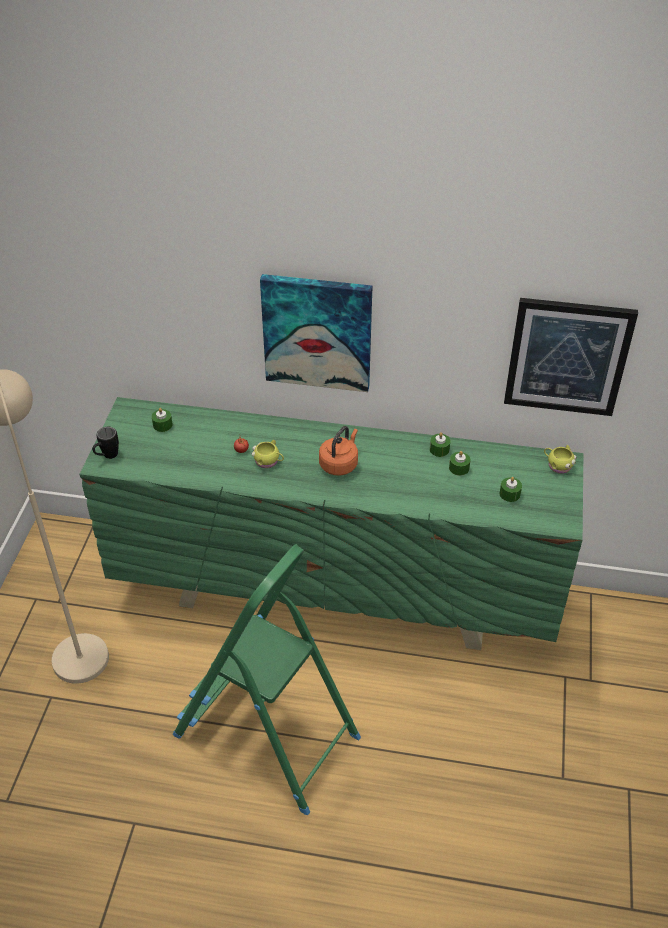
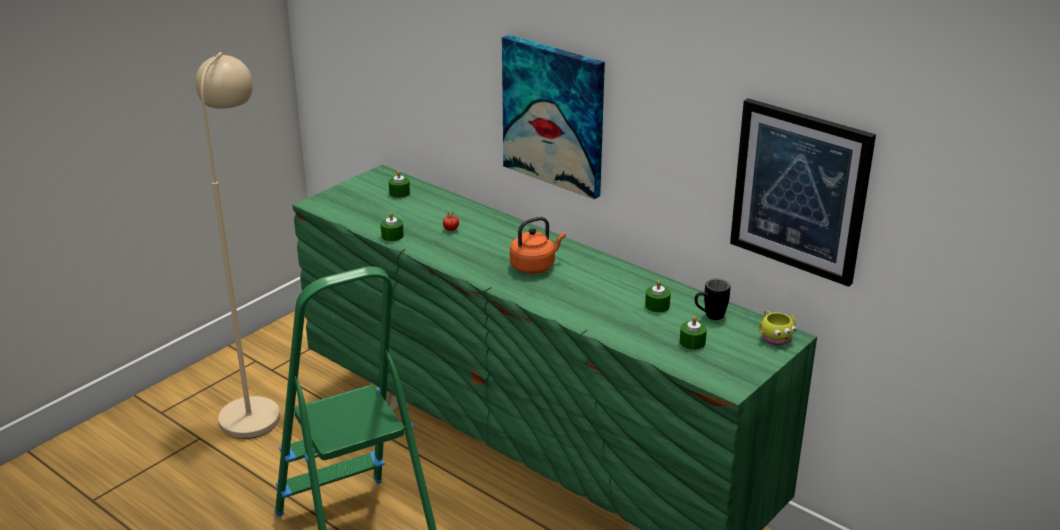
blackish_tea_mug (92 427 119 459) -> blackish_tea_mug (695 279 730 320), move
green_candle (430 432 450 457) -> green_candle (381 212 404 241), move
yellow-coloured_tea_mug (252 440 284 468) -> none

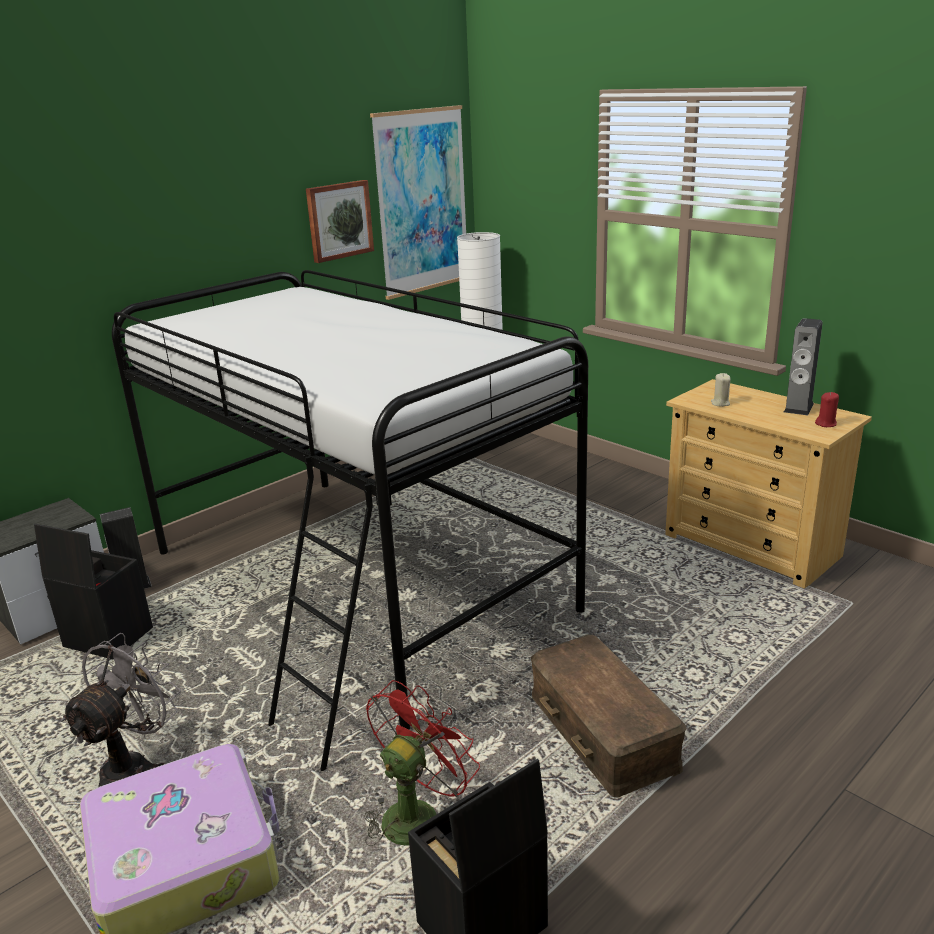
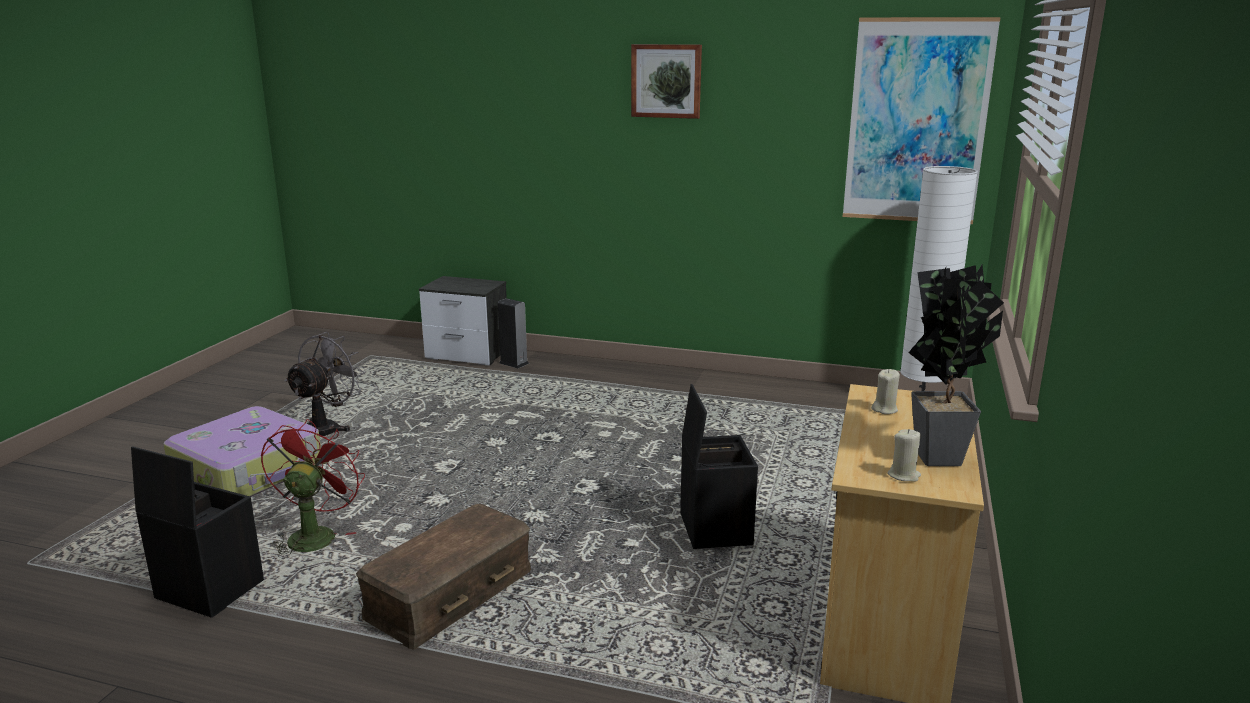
picture (306 180 374 263) -> picture (631 44 702 119), move
blackish_bedroom_bed (112 270 588 771) -> none
speaker (784 318 823 416) -> houseplant (908 265 1004 466)
red-coloured_candle (815 392 839 427) -> beige_candle (887 429 921 482)
blackish_storage_box (34 524 153 660) -> blackish_storage_box (680 384 758 549), move
greyish_cooling_fan (61 633 181 787) -> greyish_cooling_fan (284 332 365 437), 60 degrees counterclockwise
red-coloured_cooling_fan (365 680 480 846) -> red-coloured_cooling_fan (261 419 365 558), 90 degrees counterclockwise

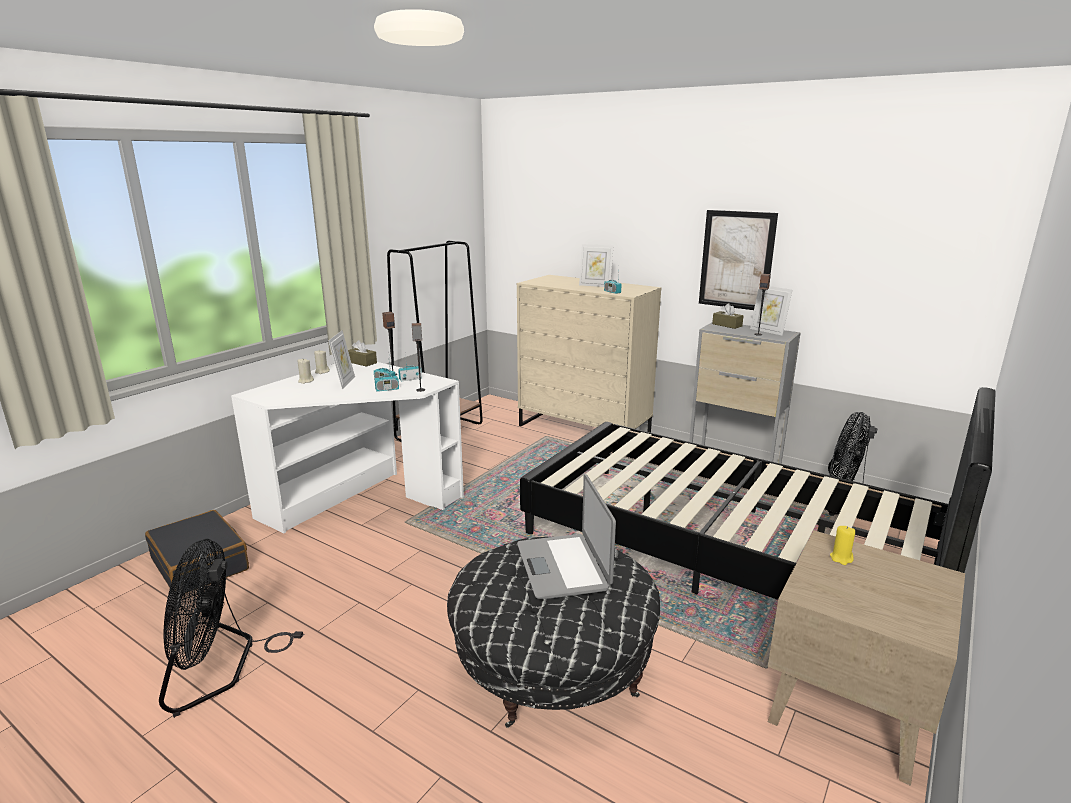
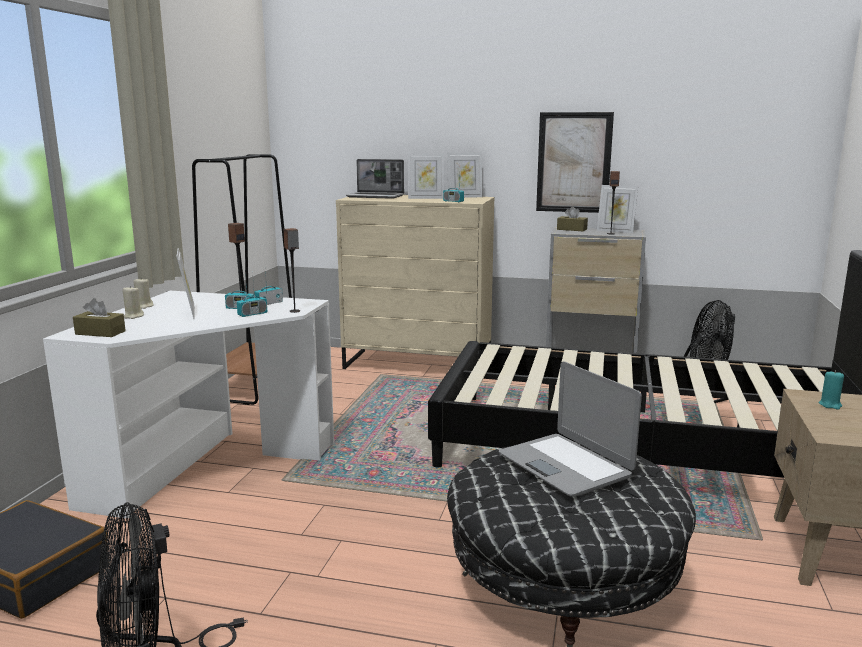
brown_tissue_box (348 340 377 367) -> brown_tissue_box (73 298 126 337), move
yellow-coloured_candle (830 526 855 565) -> turquoise-coloured_candle (819 370 844 409)
none -> picture_frame (447 153 483 198)
none -> laptop (346 159 404 199)

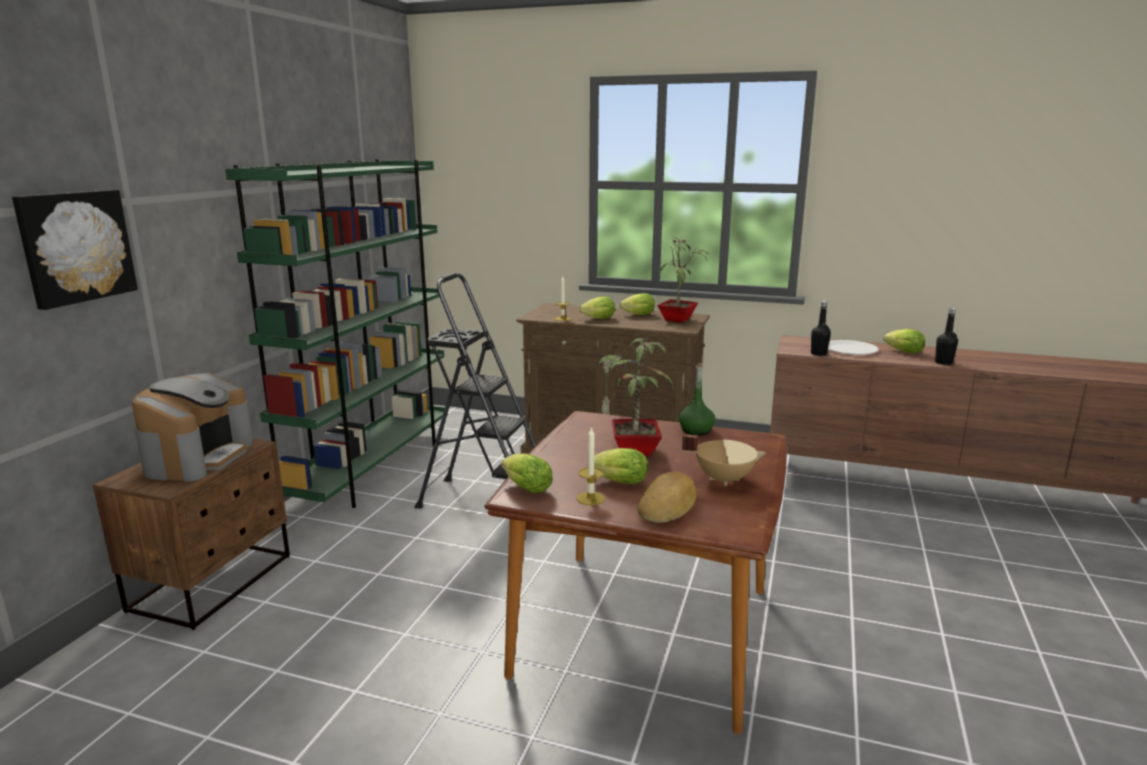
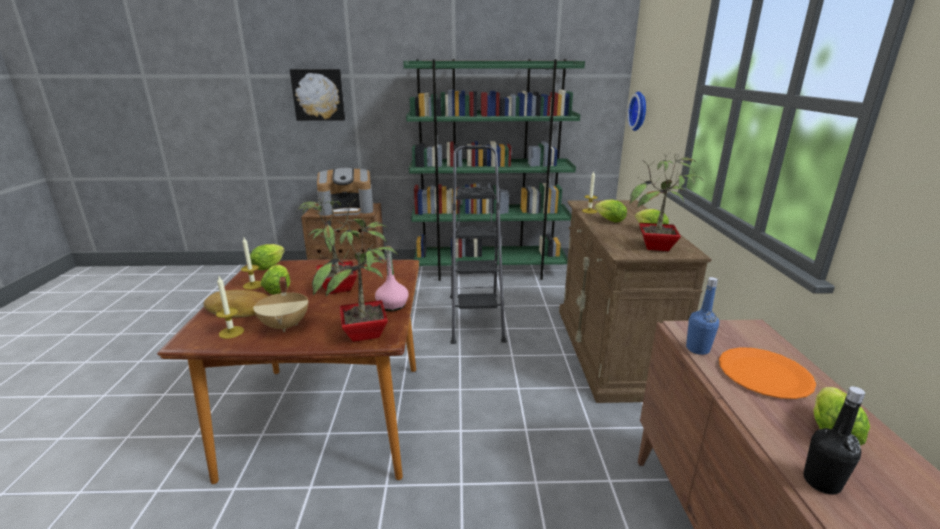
blackish_beverage_bottle (810 301 831 356) -> bluish_beverage_bottle (686 277 719 355)
white_dinner_plate (828 340 879 355) -> orangey_dinner_plate (719 347 816 399)
green_beverage_bottle (678 363 715 435) -> pink_beverage_bottle (375 246 408 311)
none -> hanging_clock (627 92 646 131)
none -> houseplant (312 217 398 342)
none -> candle (216 276 244 339)

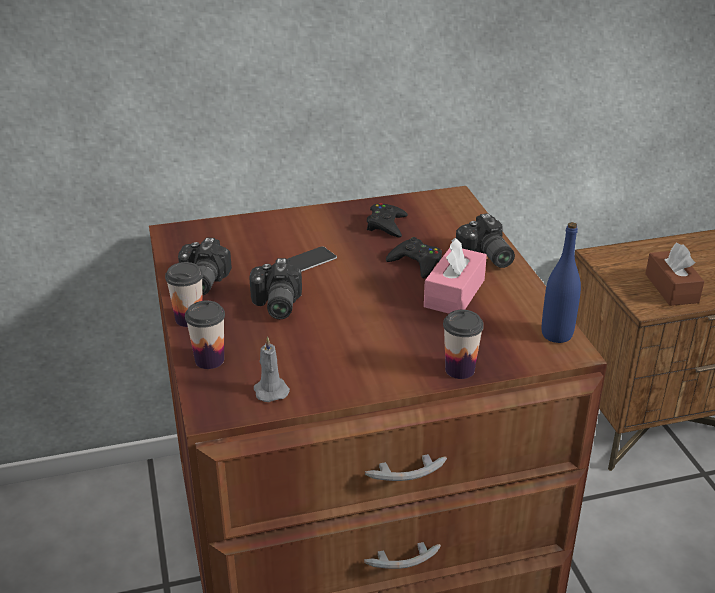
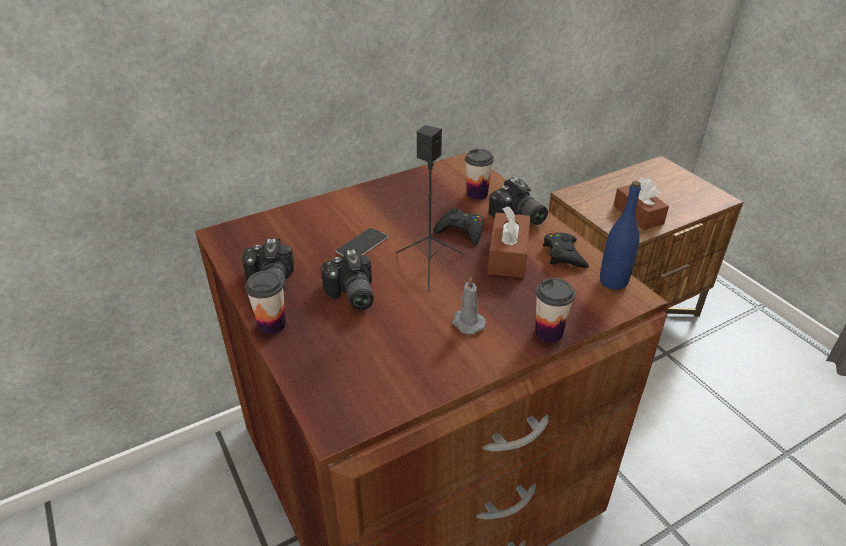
blackish_gamepad (367 203 408 237) -> blackish_gamepad (543 232 589 268), move
pink_tissue_box (424 238 487 314) -> brown_tissue_box (487 207 530 278)
cup (185 301 225 369) -> cup (465 149 494 200), move
greyish_candle (254 336 290 402) -> greyish_candle (452 276 486 334), move
none -> blackish_speaker (396 125 465 292)

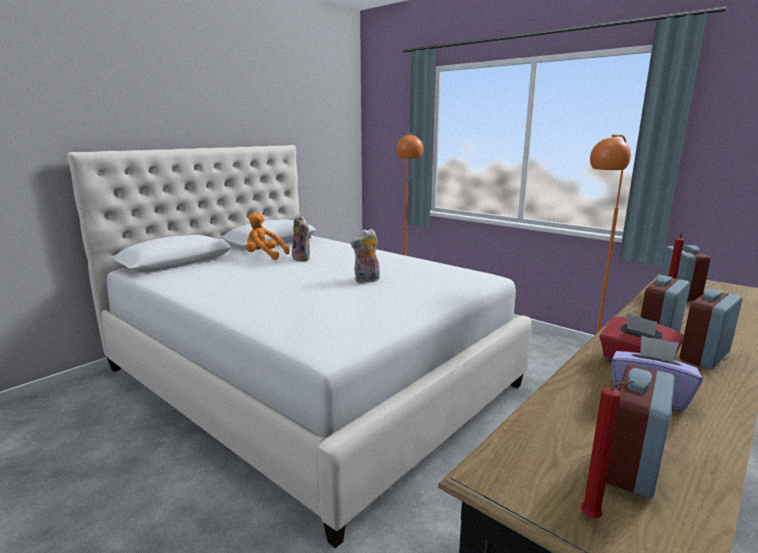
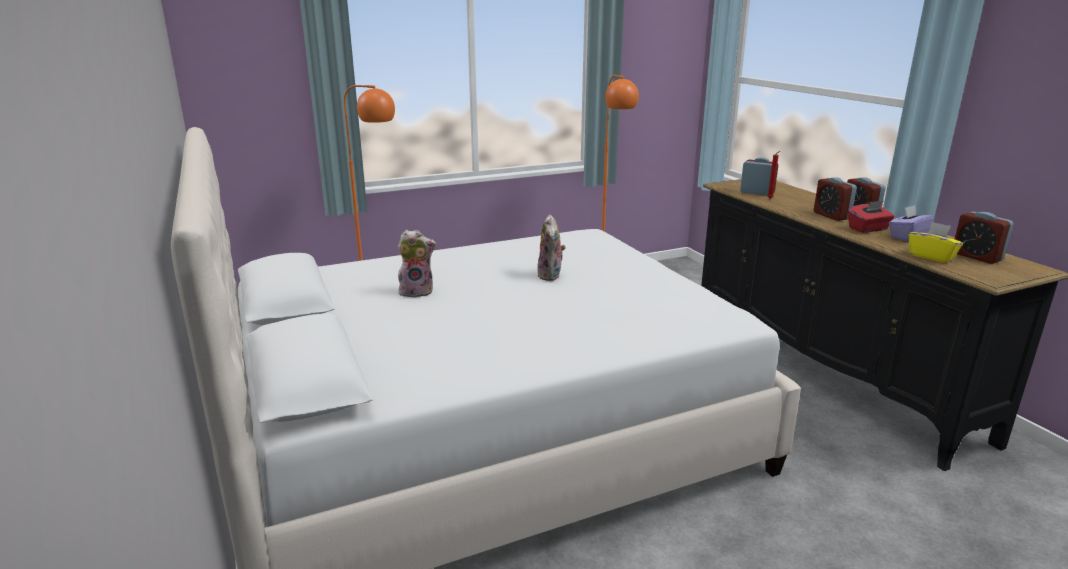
orangey_cuddly_toy (246 212 290 260) -> none
red-coloured_candle (581 381 634 518) -> none
none -> yellow-coloured_tissue_box (909 222 963 263)

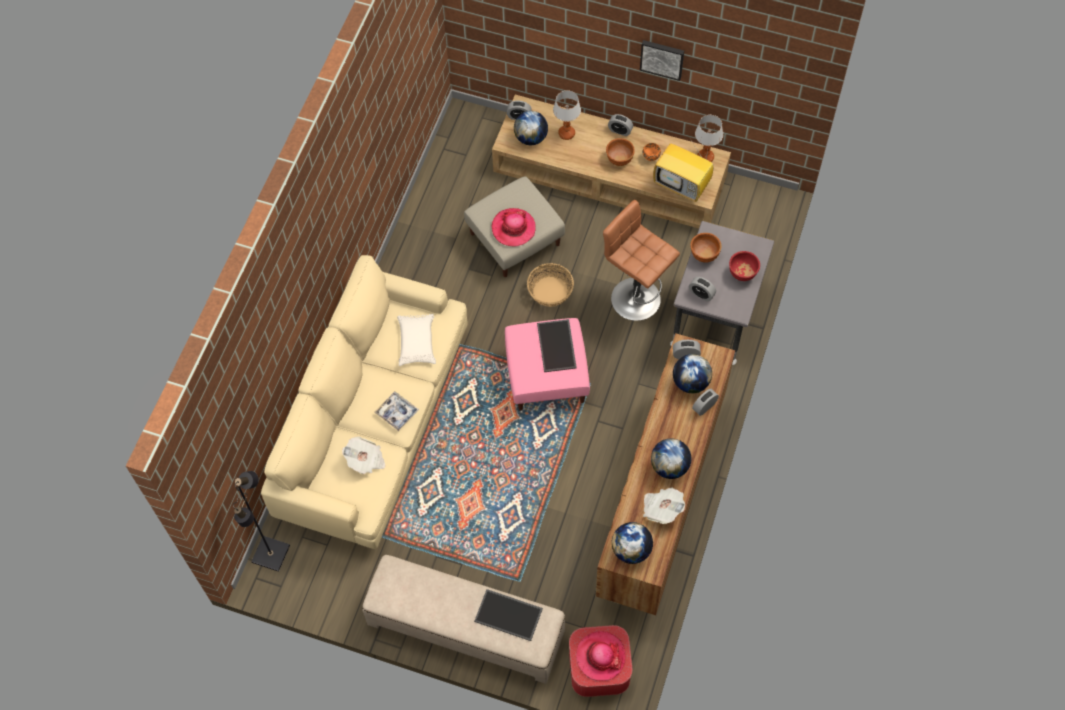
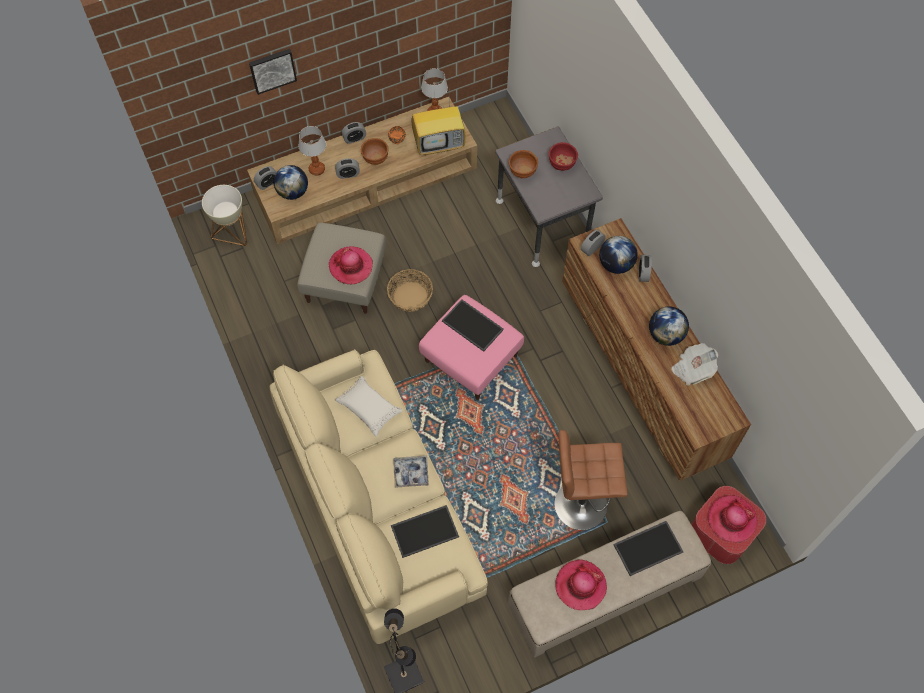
picture (640 40 684 81) -> picture (249 49 297 95), move
brown_stool (603 200 680 321) -> brown_stool (554 430 627 530), move
alarm_clock (689 277 716 301) -> alarm_clock (335 158 360 179), move
newspaper (342 436 386 474) -> serving_tray (391 505 459 558)
world_globe (611 522 653 564) -> none
none -> planter (202 185 247 246)
none -> clothing_hat (555 559 607 610)

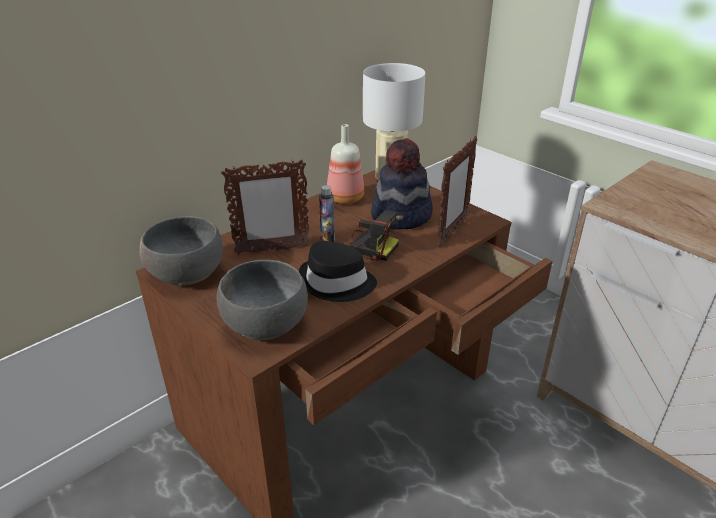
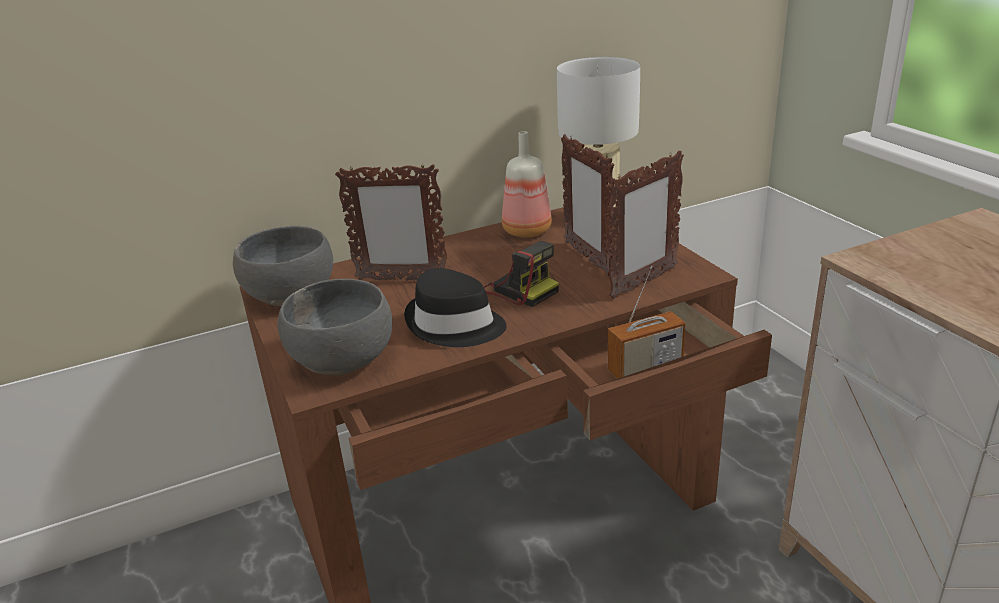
clothing_hat (371 138 433 229) -> picture_frame (561 134 614 276)
beverage_bottle (319 185 335 242) -> none
none -> radio (608 265 686 379)

